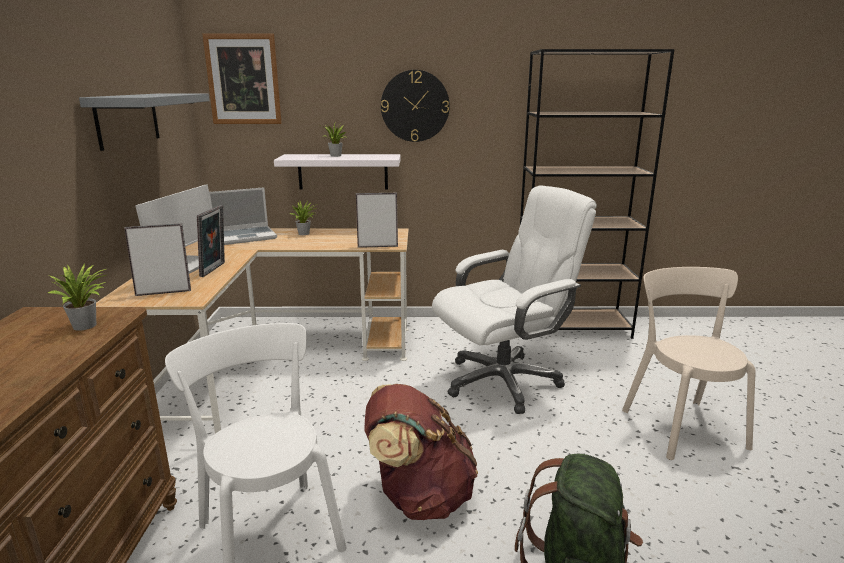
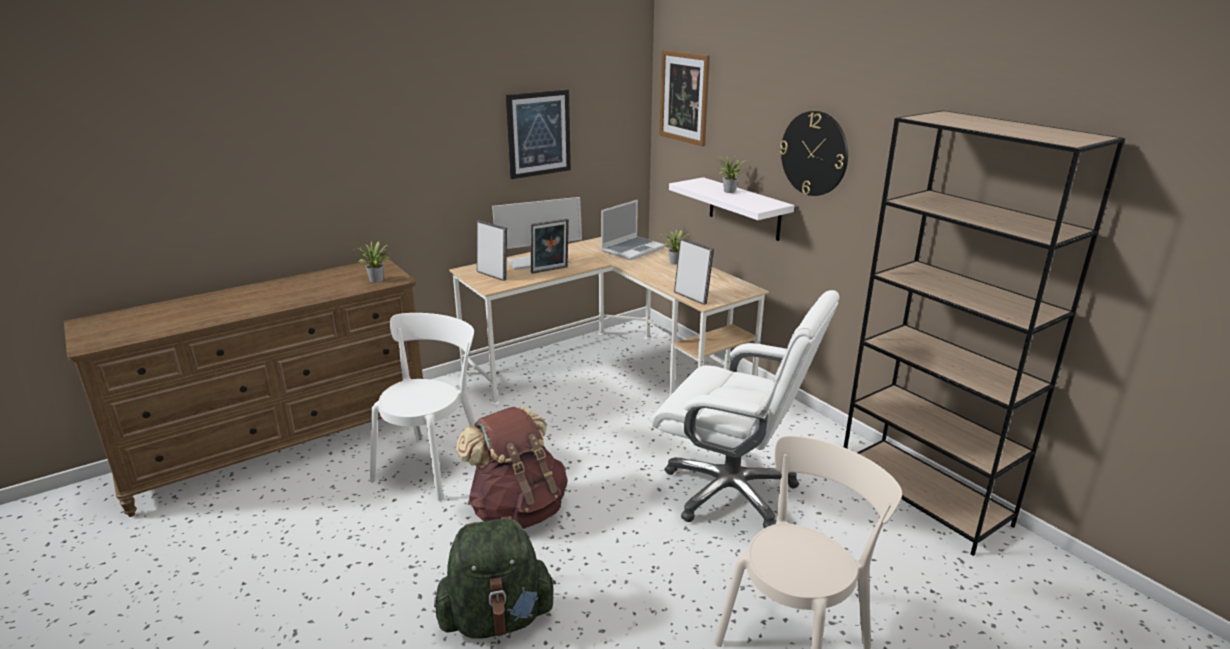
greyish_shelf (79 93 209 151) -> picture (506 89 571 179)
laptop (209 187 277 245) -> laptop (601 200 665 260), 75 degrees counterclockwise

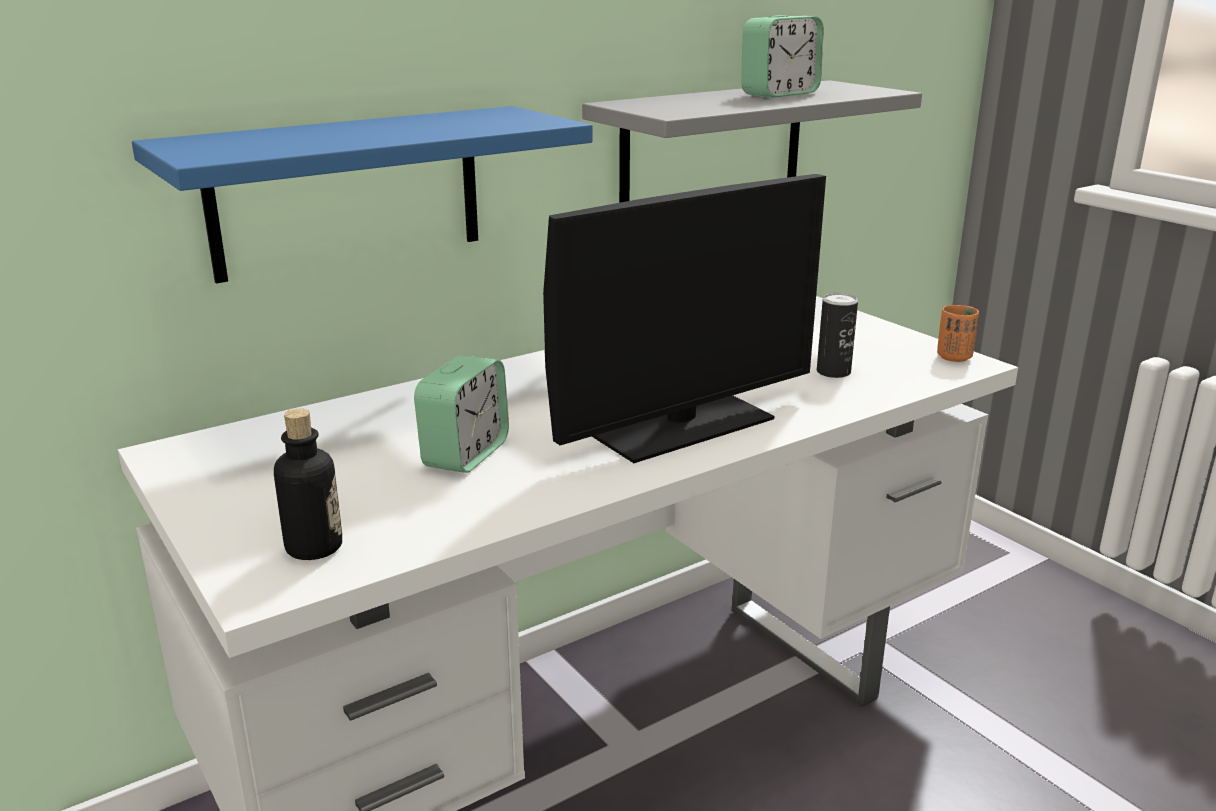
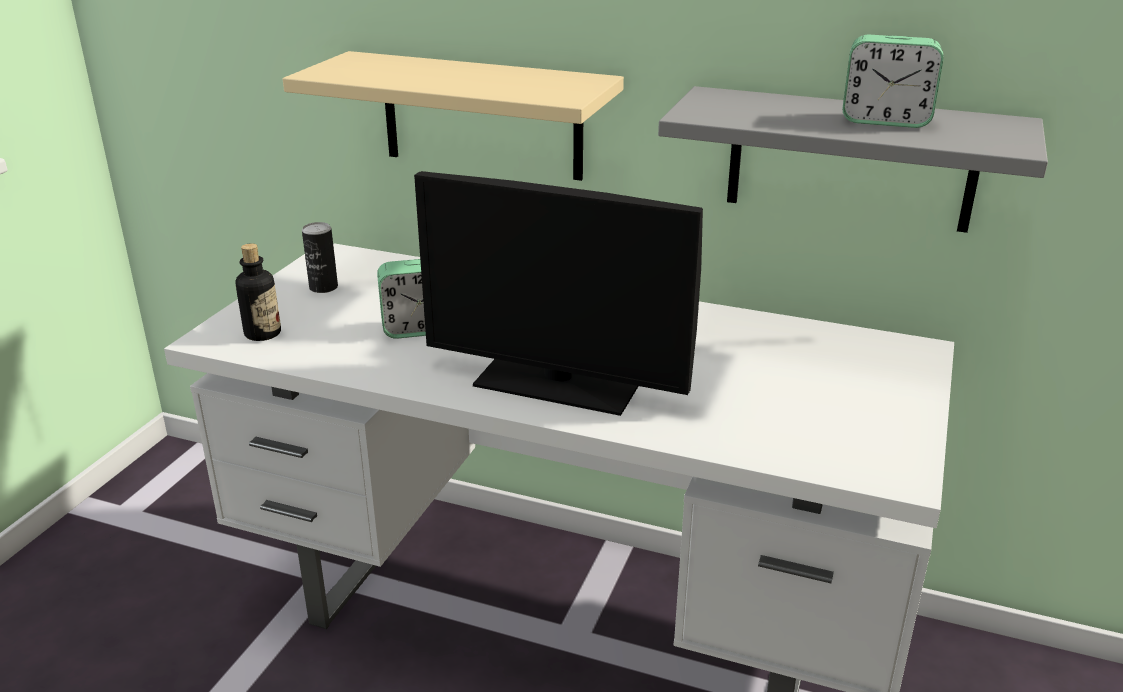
bluish_shelf (132 106 593 283) -> beige_shelf (283 51 624 181)
metal_can (817 293 858 378) -> metal_can (302 222 338 293), move
orangey_cup (937 305 979 362) -> none

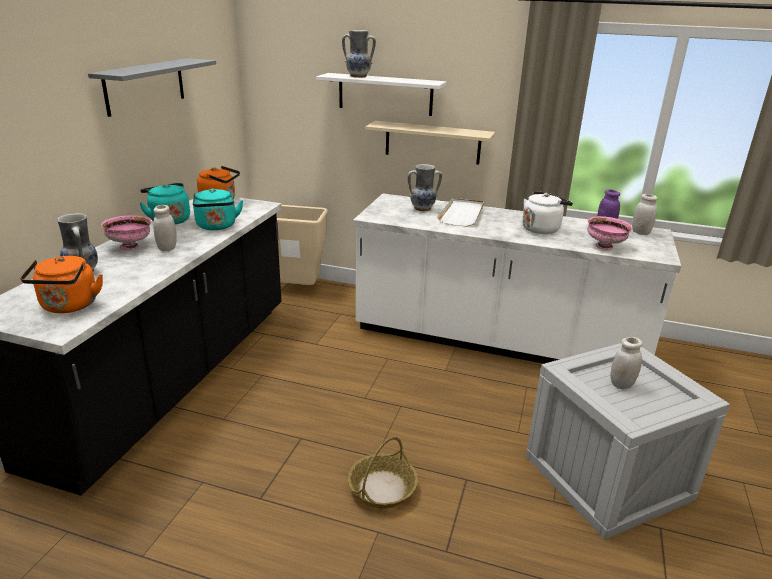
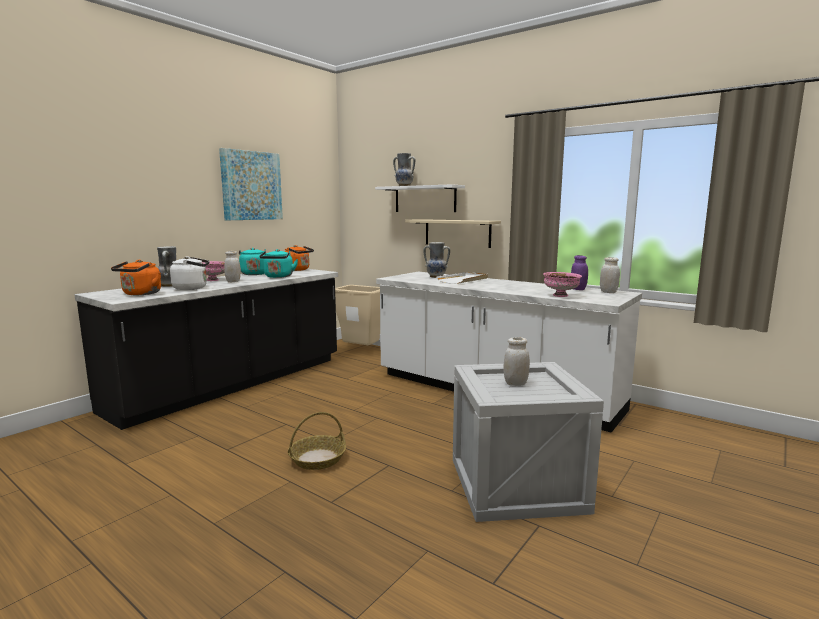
greyish_shelf (88 58 216 117) -> picture (219 148 283 220)
white_tea_kettle (522 191 573 234) -> white_tea_kettle (170 256 210 290), move

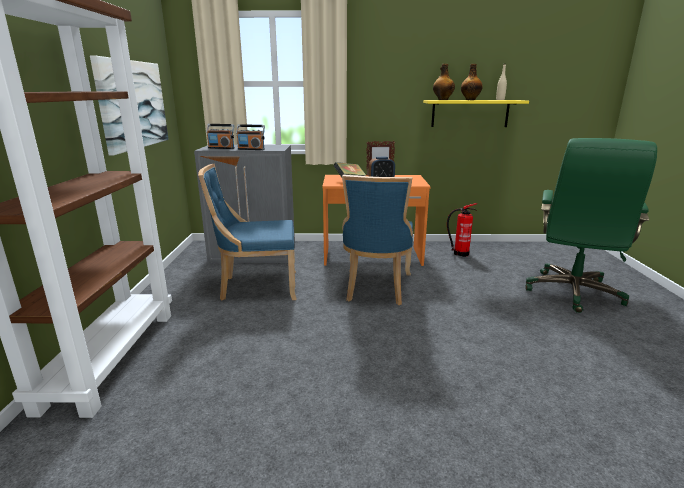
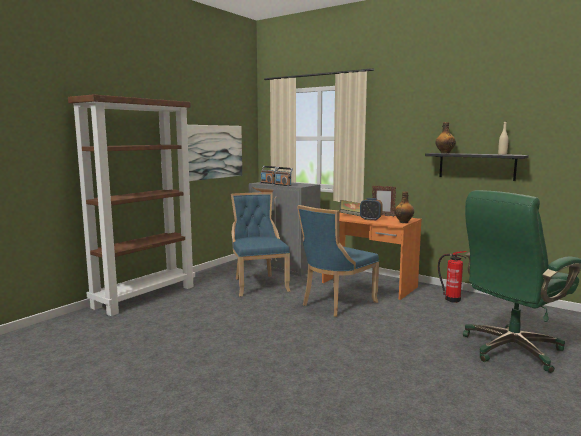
beverage_bottle (461 64 483 100) -> beverage_bottle (395 191 414 223), move
yellow-coloured_shelf (423 100 529 127) -> blackish_shelf (425 153 529 181)
bluish_chair (198 164 296 300) -> bluish_chair (231 192 290 297), 45 degrees clockwise

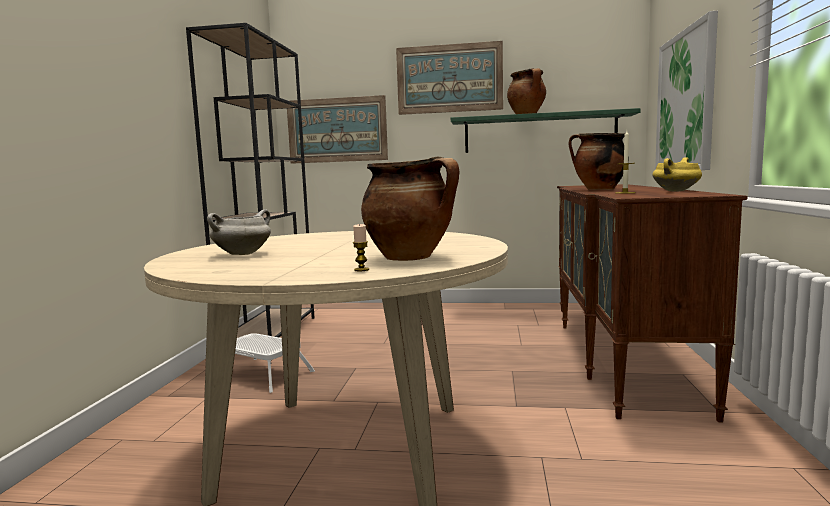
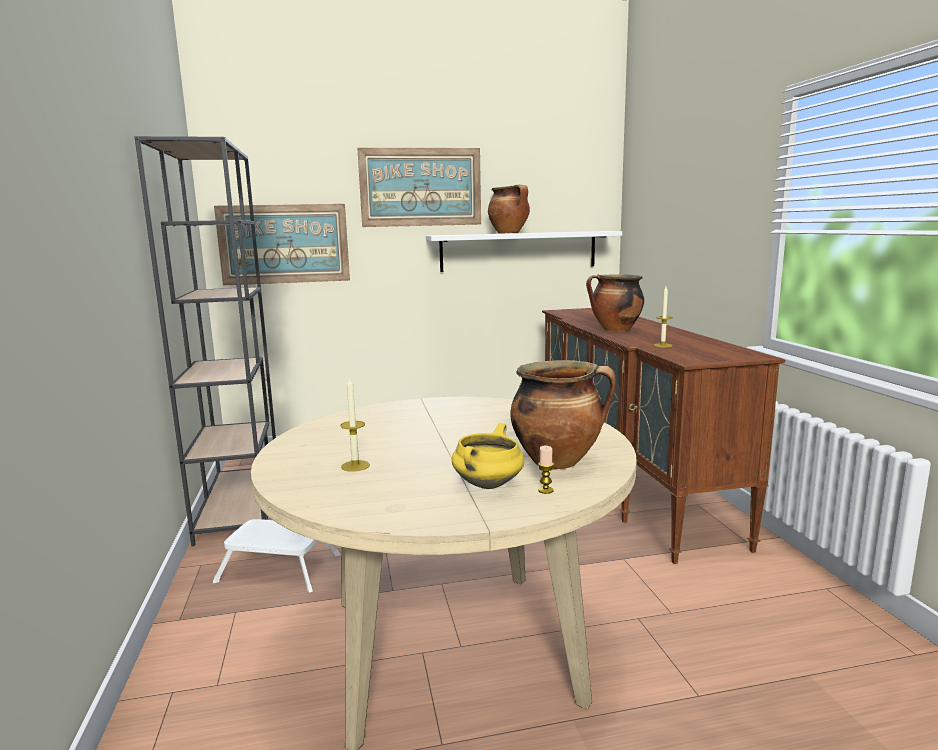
picture (655 11 718 170) -> none
green_shelf (451 108 641 153) -> white_shelf (426 231 622 272)
yellow-coloured_cooking_pot (652 157 702 191) -> yellow-coloured_cooking_pot (452 423 524 489), move
white_cooking_pot (207 209 271 255) -> candle (340 376 370 472)

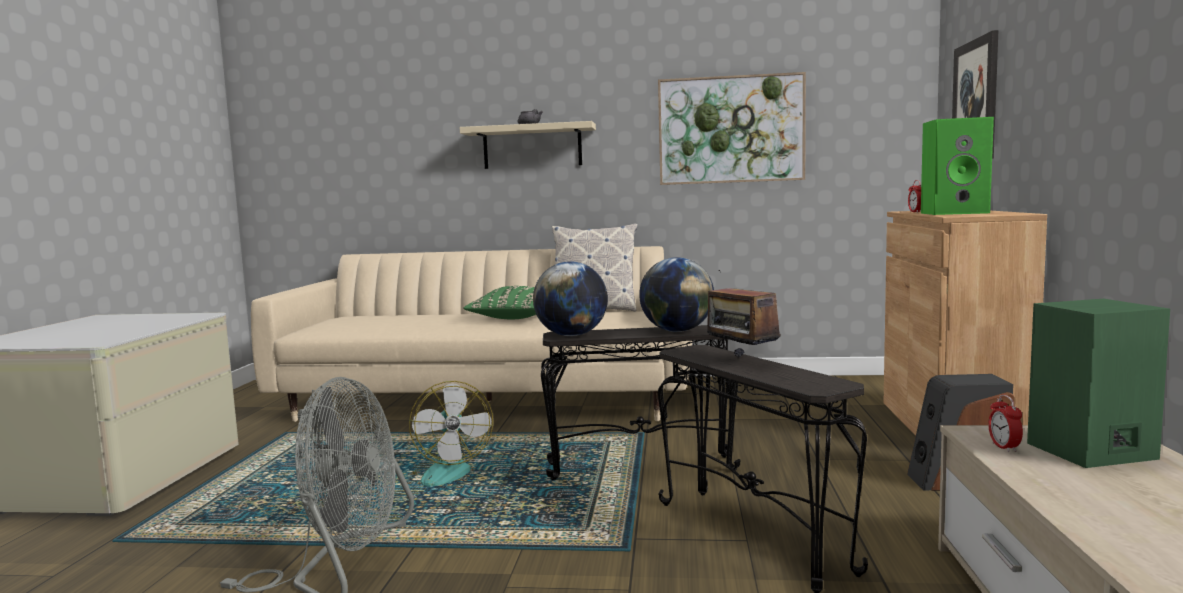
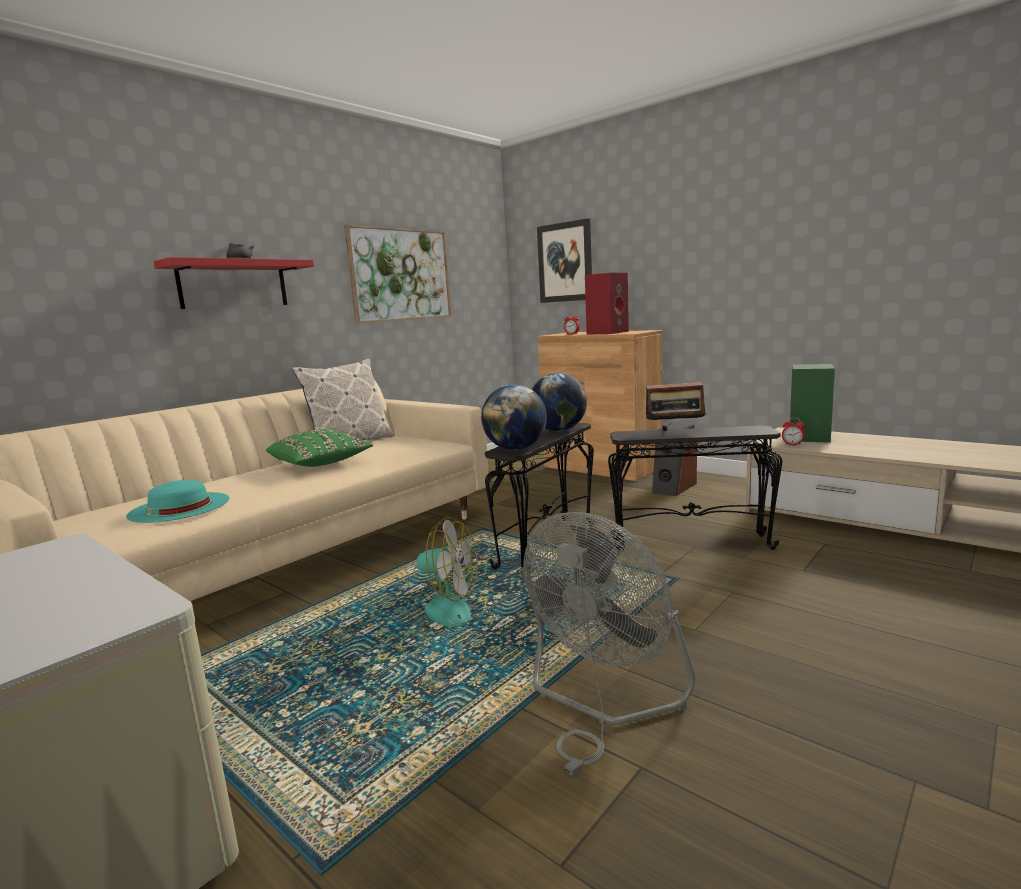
green_speaker (921 117 994 215) -> red-coloured_speaker (585 273 629 335)
beige_shelf (459 121 596 169) -> red-coloured_shelf (154 257 314 309)
none -> turquoise-coloured_clothing_hat (126 480 229 523)

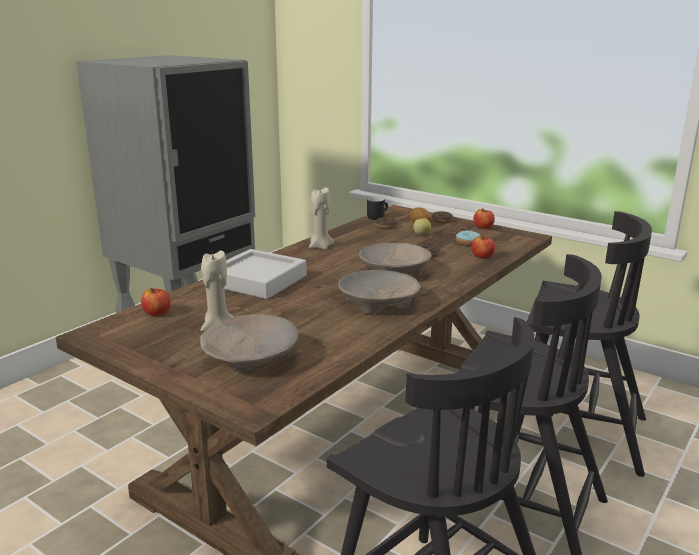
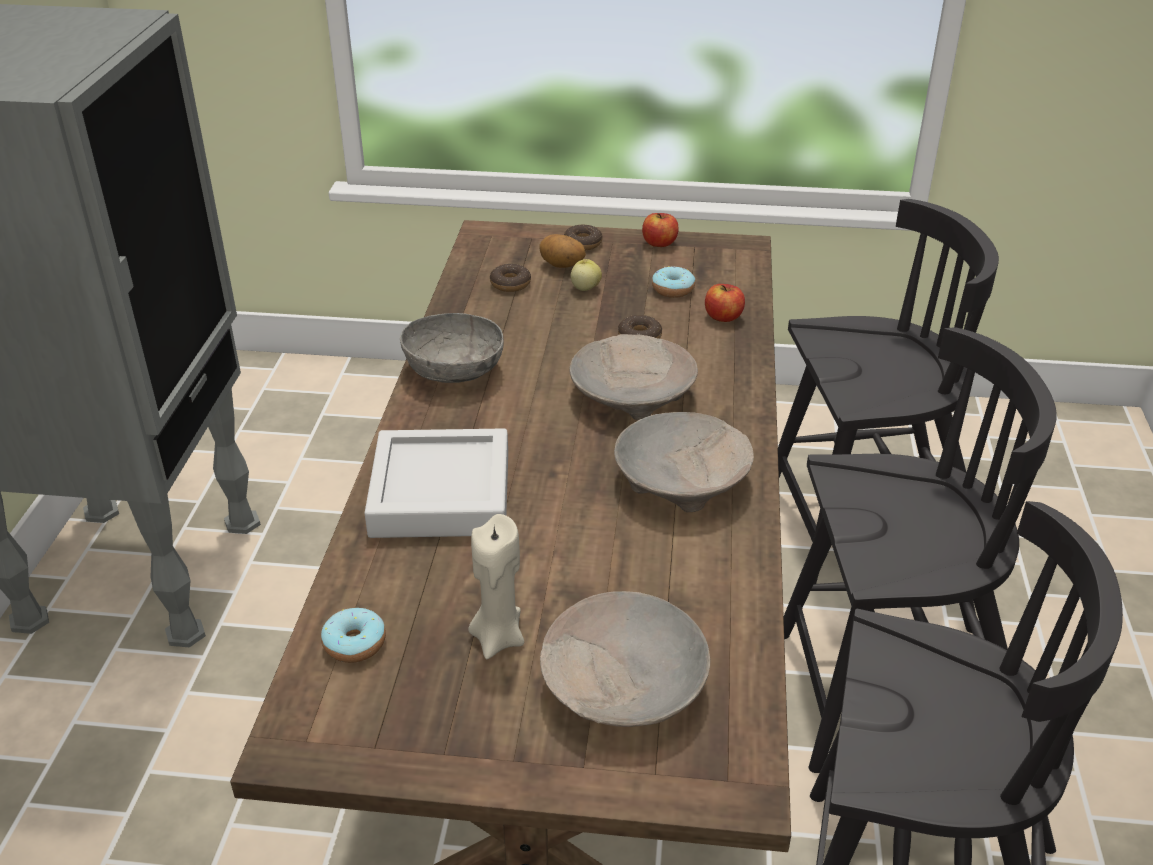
beige_candle (309 187 334 250) -> greyish_serving_bowl (400 313 504 383)
blackish_tea_mug (367 197 388 220) -> none
apple (141 288 171 316) -> donut (321 608 386 663)

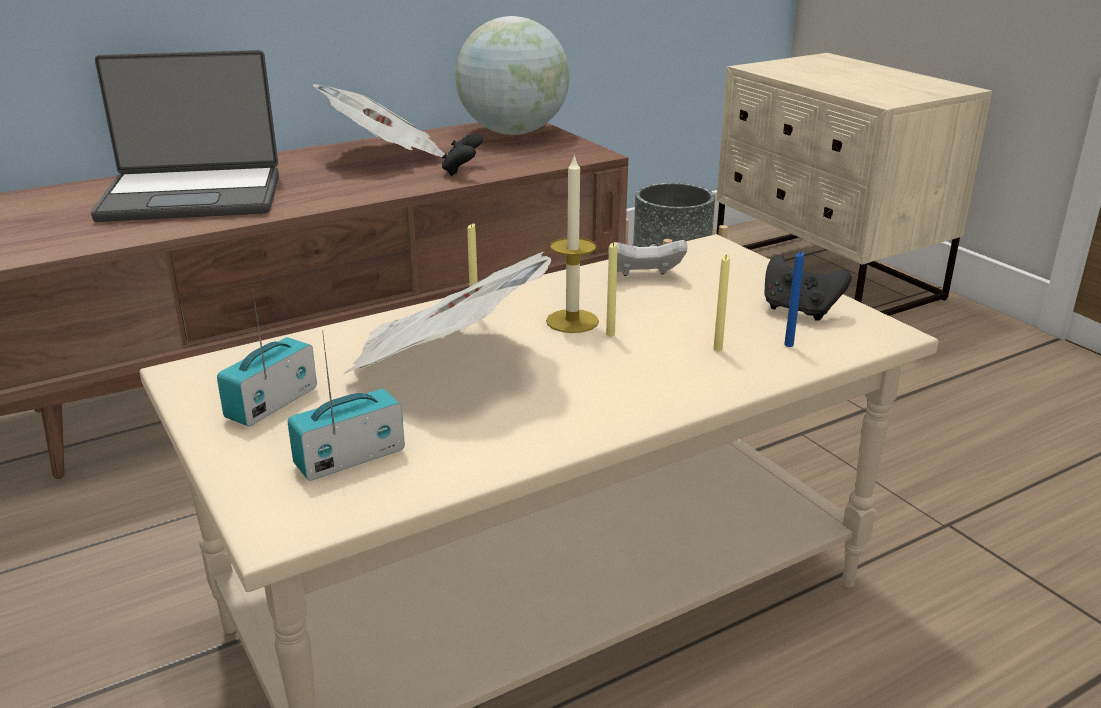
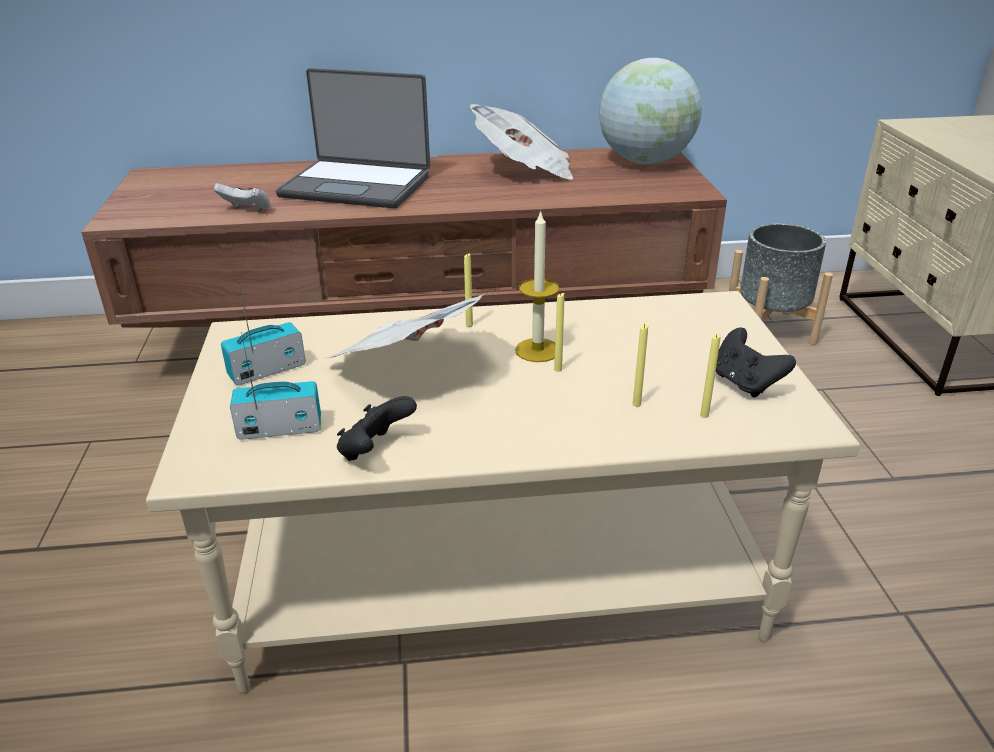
blackish_gamepad (442 133 483 176) -> blackish_gamepad (337 396 417 461), move
white_gamepad (608 240 688 276) -> white_gamepad (214 183 270 211), move
bluish_candle (784 251 804 347) -> yellow-coloured_candle (700 335 721 418)

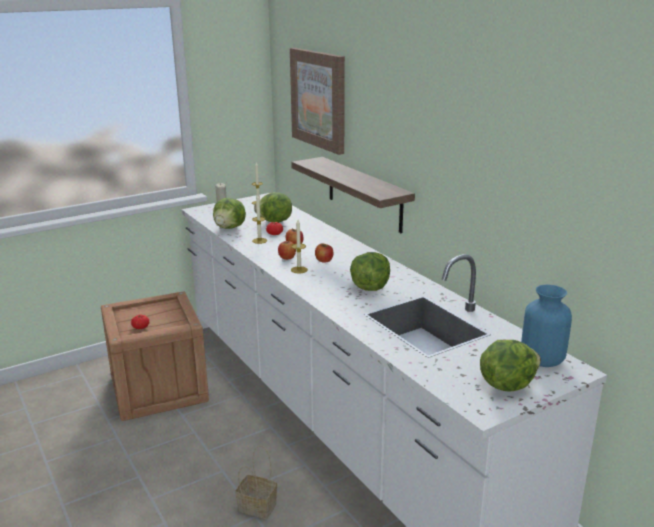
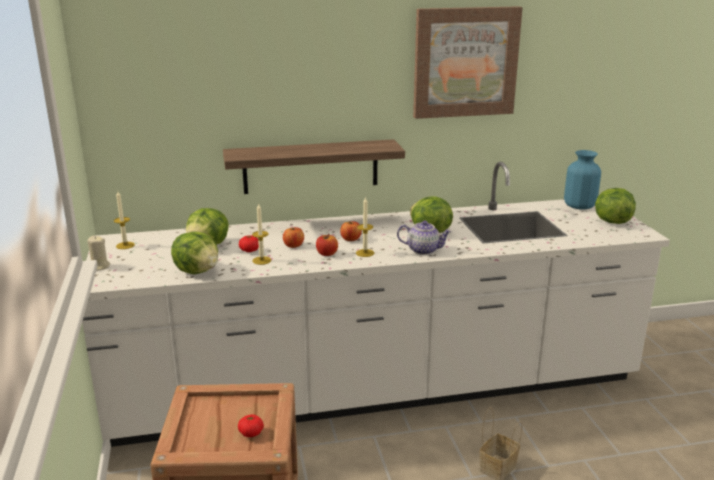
picture (290 48 345 155) -> picture (413 6 523 119), move
none -> teapot (397 221 452 255)

